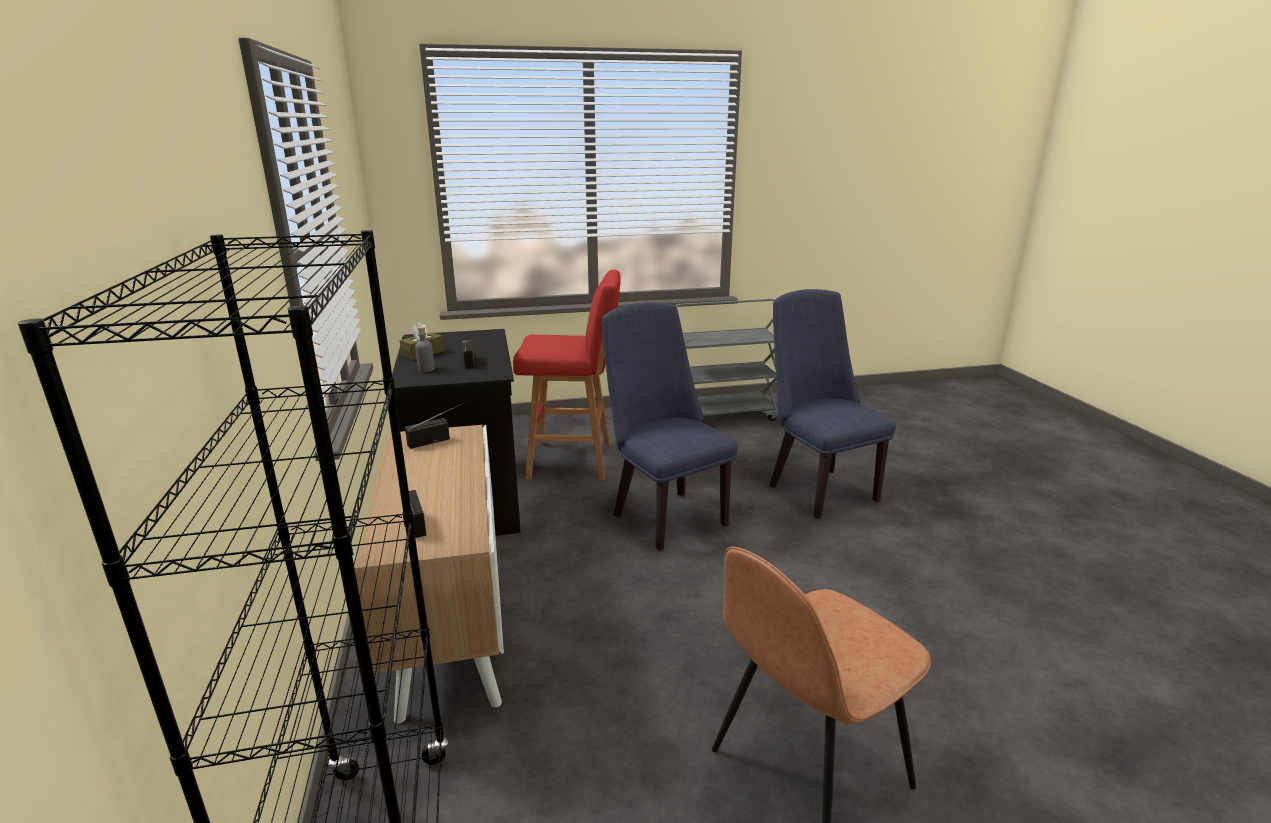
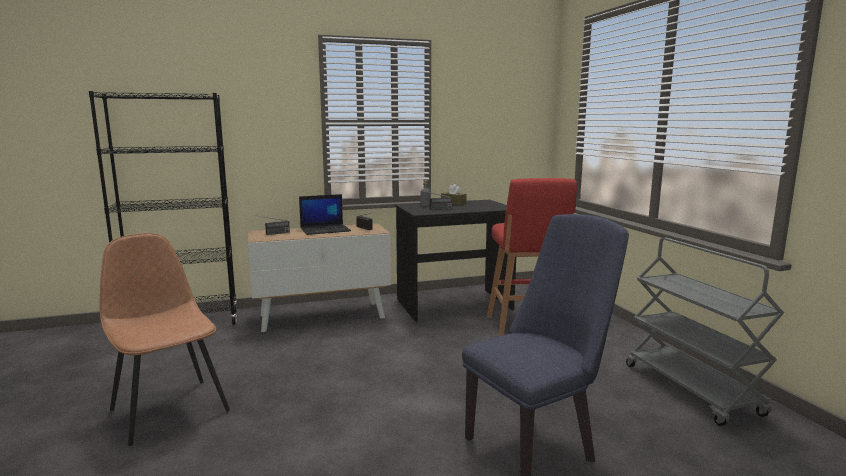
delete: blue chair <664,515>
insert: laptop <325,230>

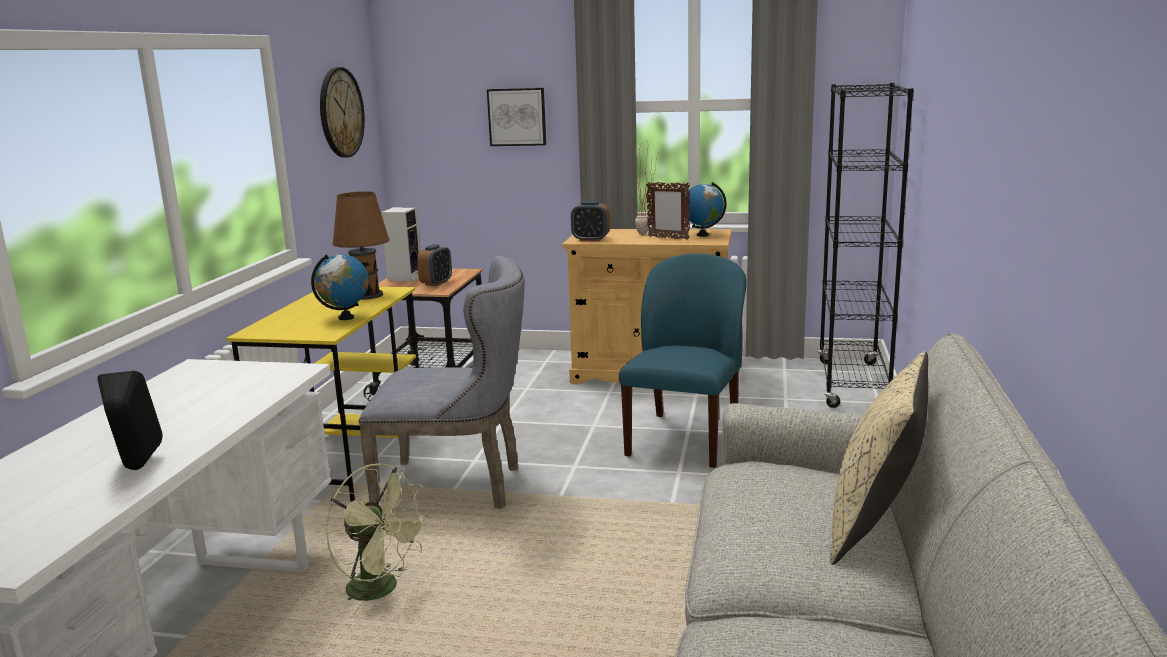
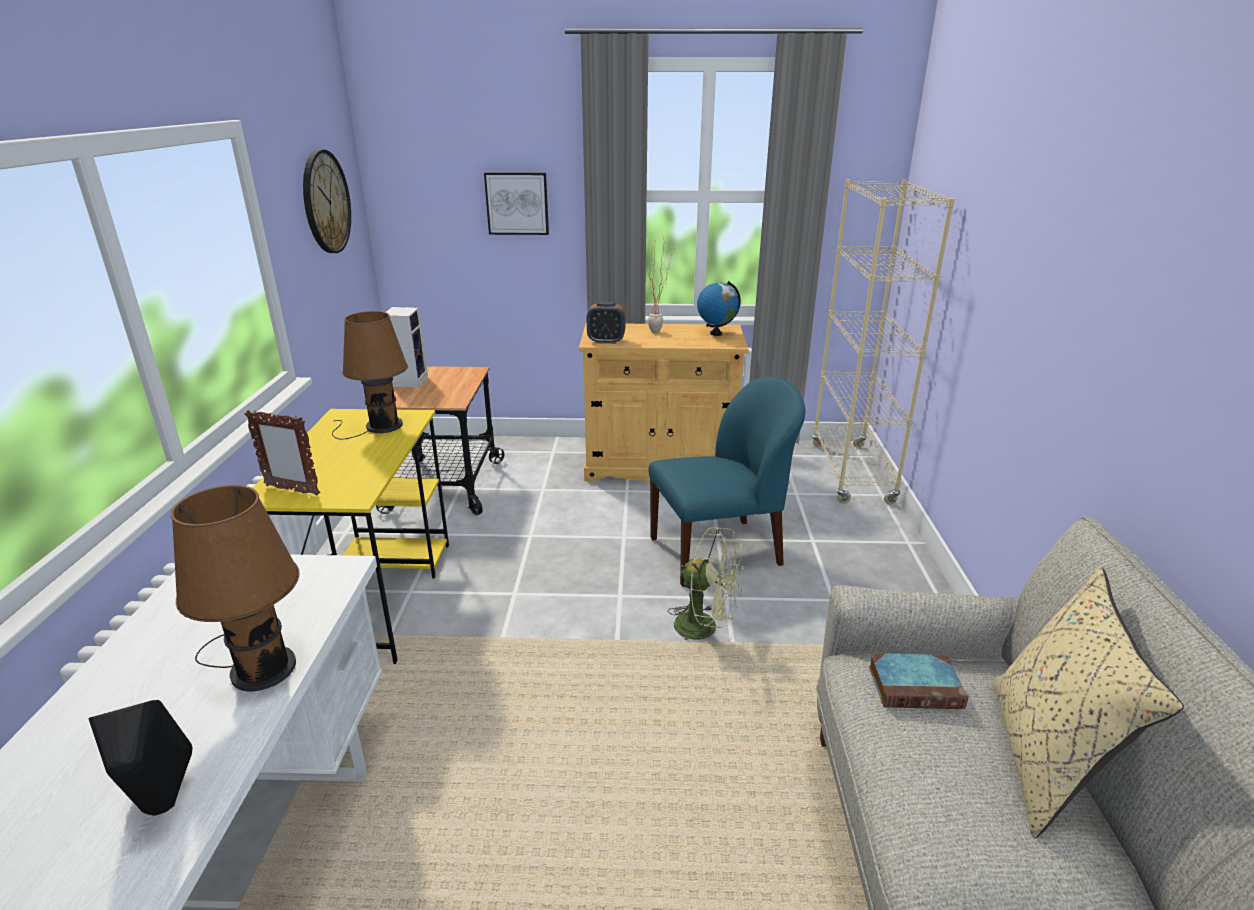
delete: globe <346,318>; grey chair <459,487>; alarm clock <436,283>
insert: brown table lamp <259,666>; book <916,686>
move: green fan <382,590> to <705,628>; picture frame <668,238> to <292,490>
recolor: black bookcase <852,385> to beige bookcase <851,473>
rotate: blue chair <685,439> = <718,551> 60 degrees clockwise

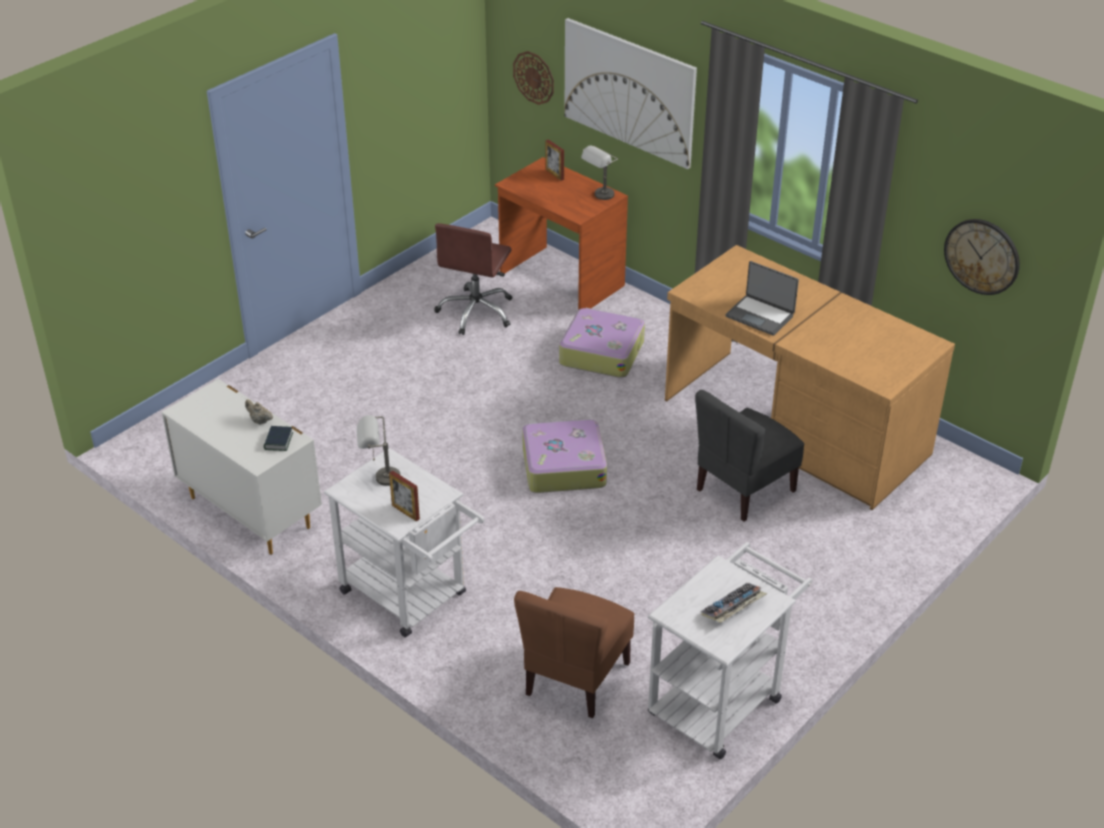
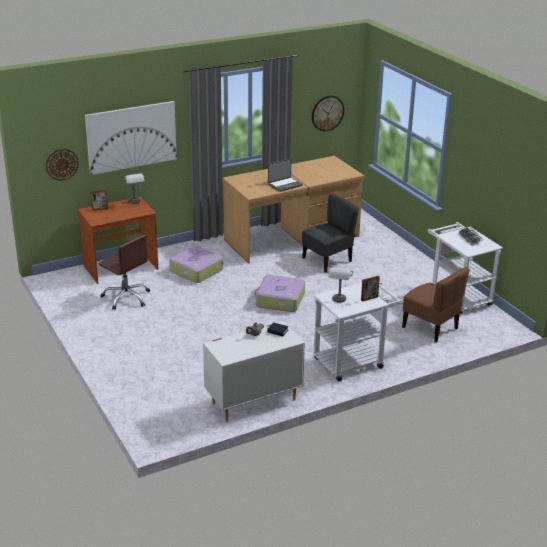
rotate: grey chair <744,490> = <327,260> 105 degrees counterclockwise

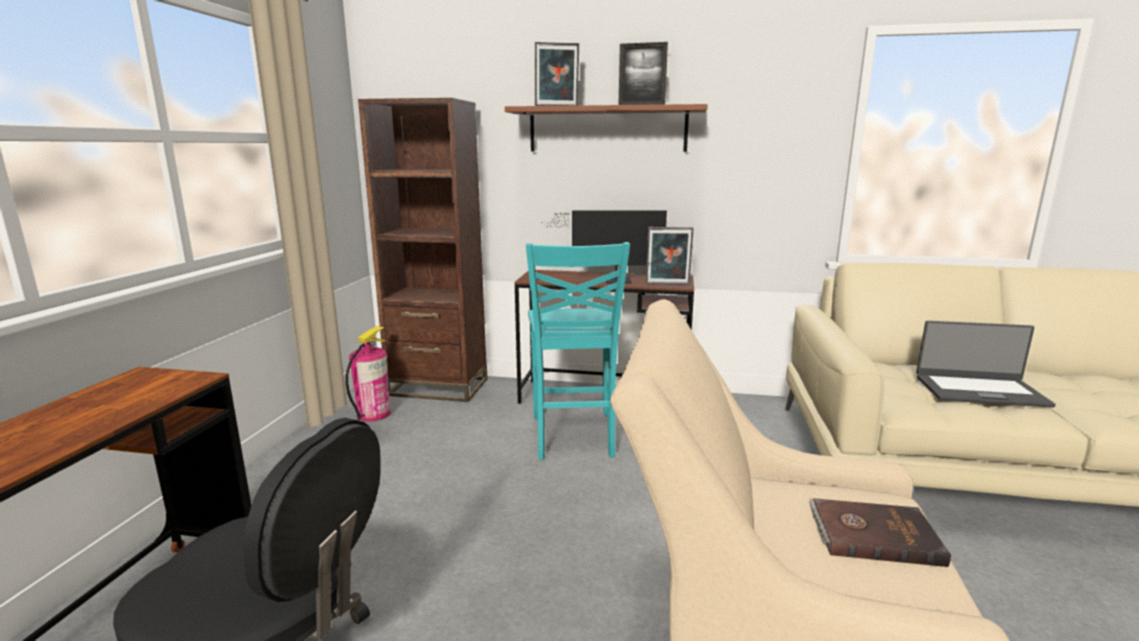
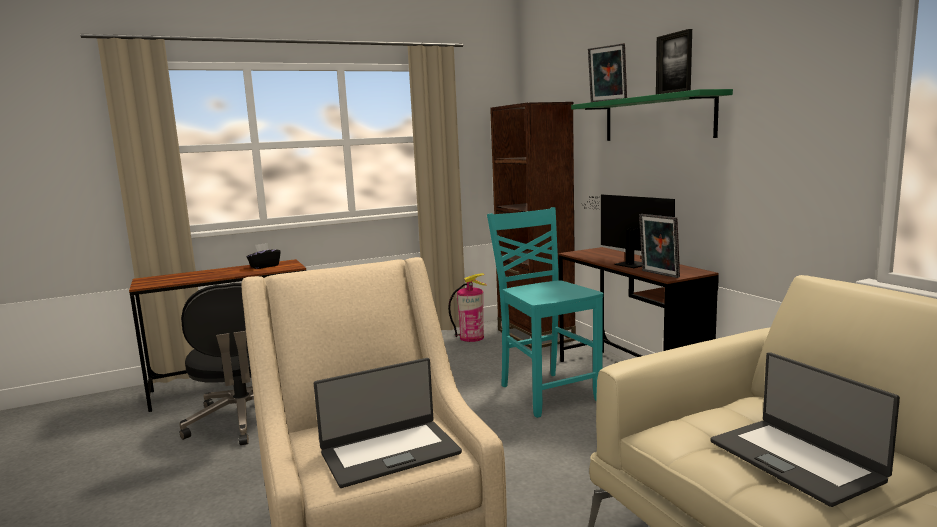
insert: black tissue box <264,266>
replace: brown book <872,534> to laptop <389,452>
recolor: brown shelf <607,129> to green shelf <657,118>
rotate: turquoise chair <573,436> = <547,393> 105 degrees clockwise

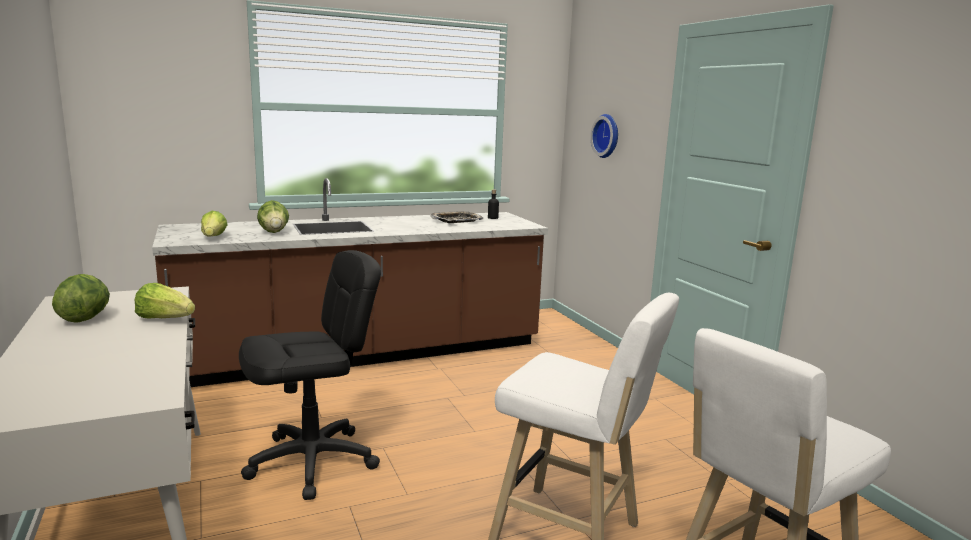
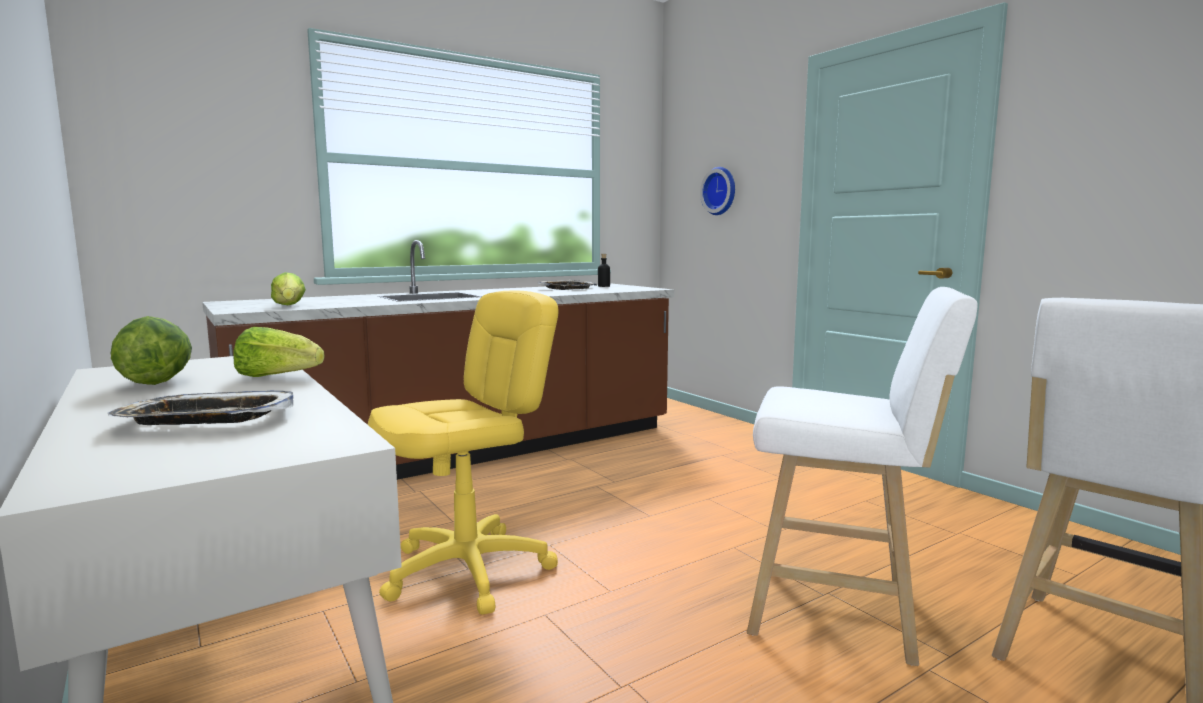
delete: lettuce <274,232>
insert: tray <207,419>
recolor: black office chair <313,462> to yellow office chair <468,570>

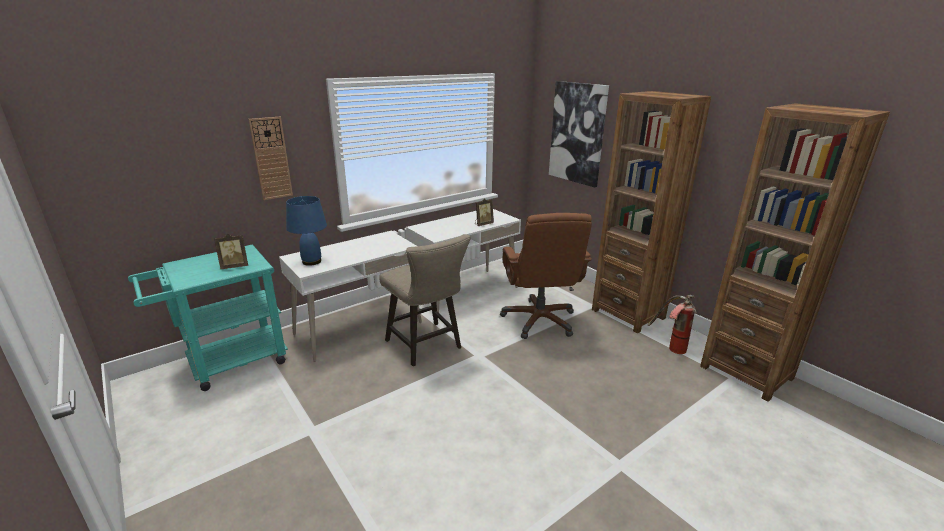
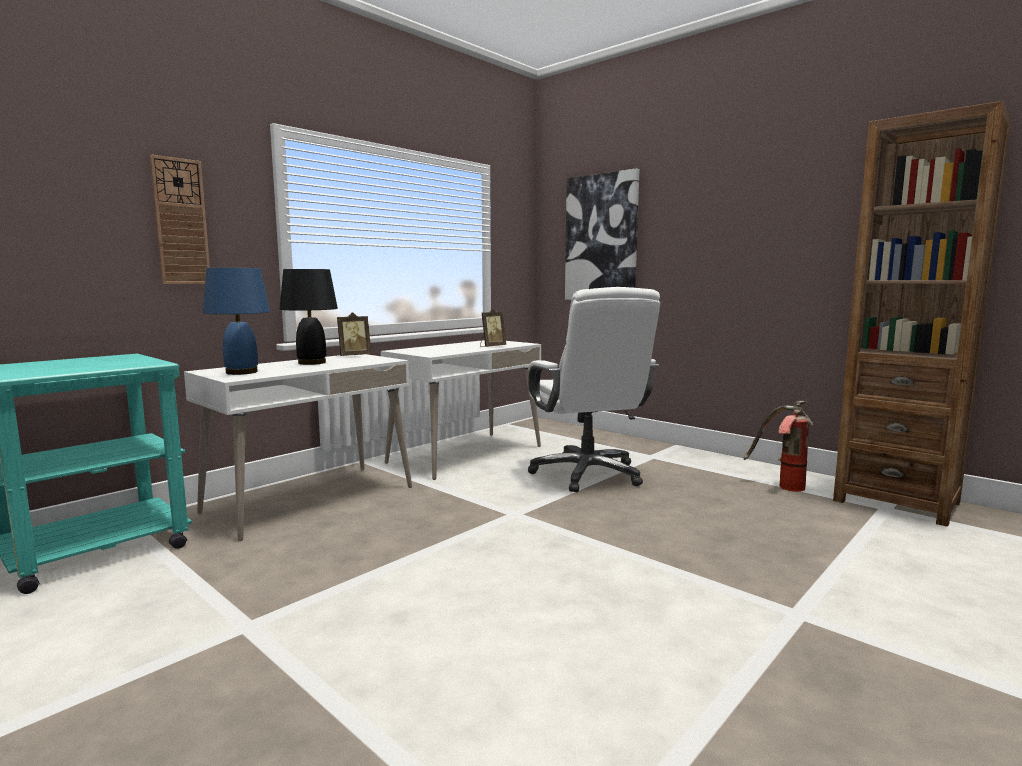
delete: beige stool <427,346>; brown bookcase <628,314>
insert: black table lamp <311,363>
move: picture frame <235,266> to <354,356>
recolor: brown office chair <539,320> to white office chair <587,474>

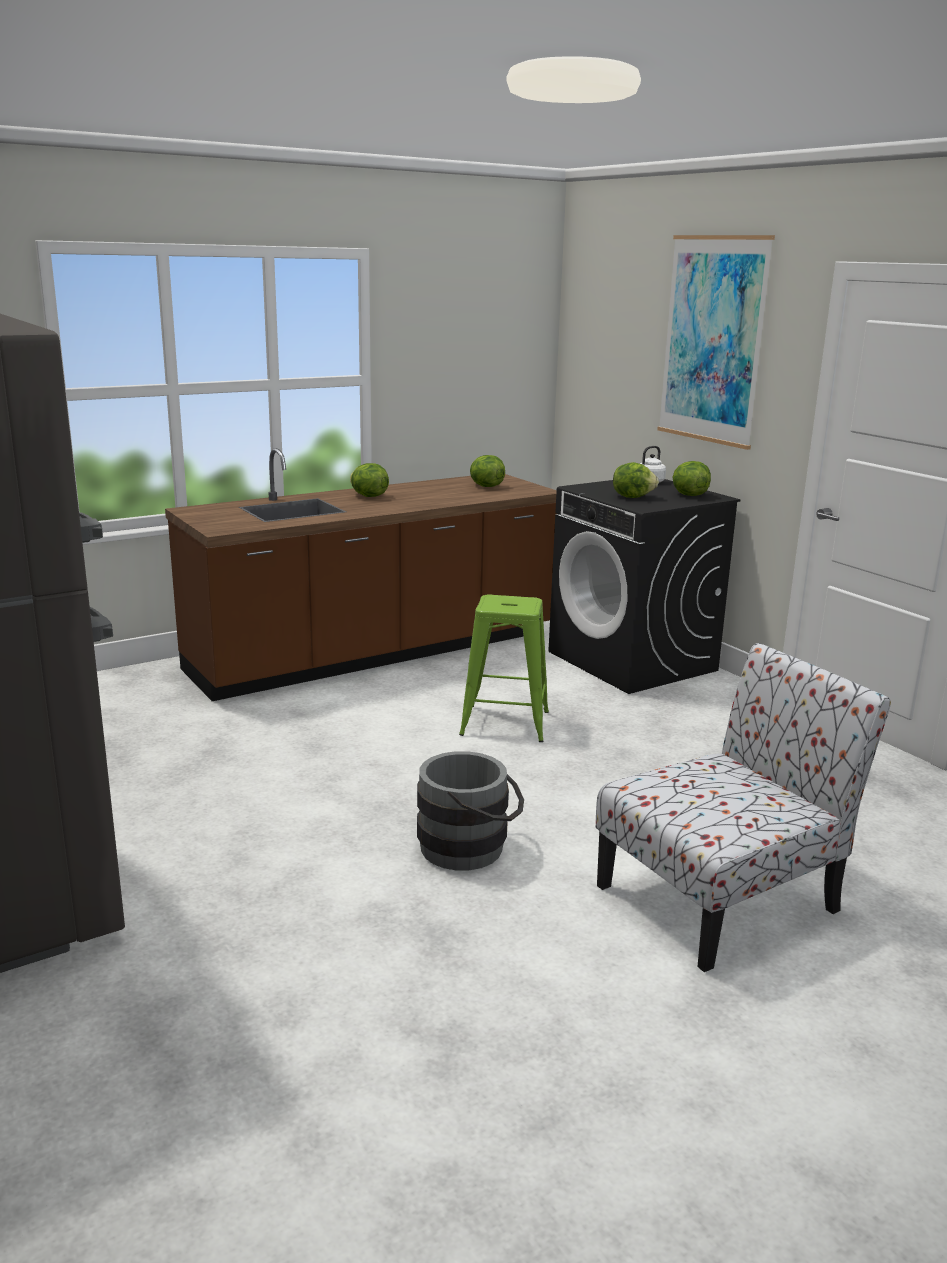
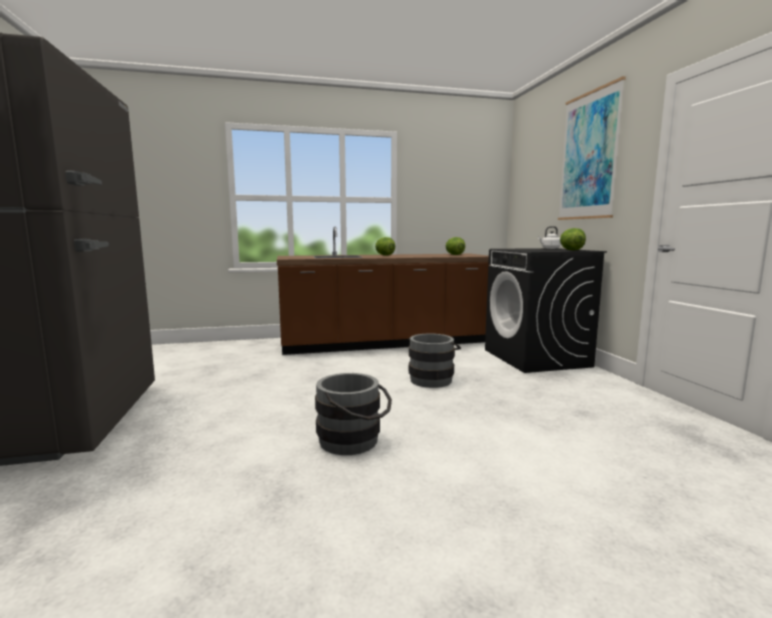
delete: chair <722,897>; lettuce <632,497>
replace: green stool <504,723> to grey bucket <432,379>

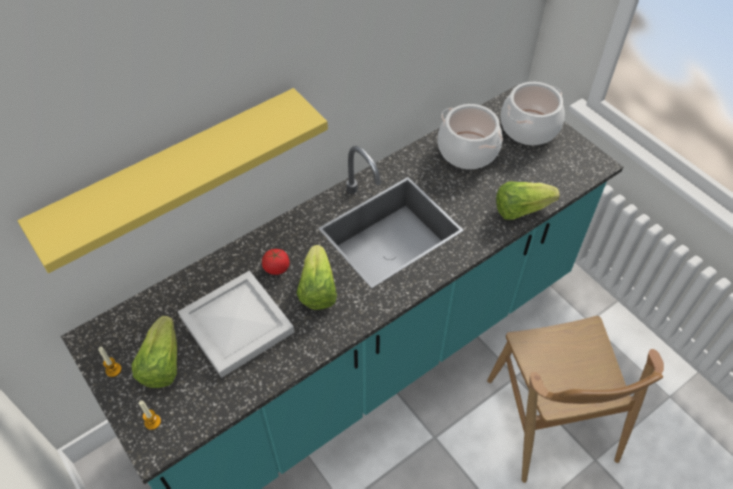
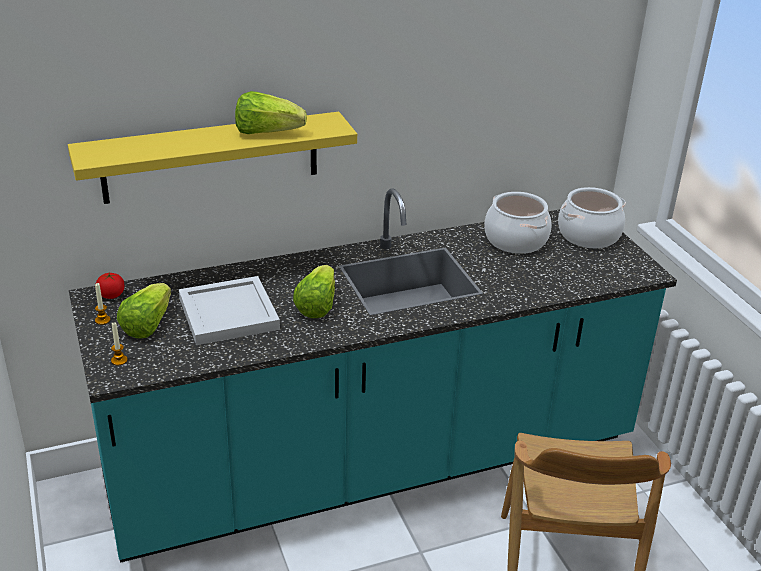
move: tomato <276,268> to <111,295>; lettuce <520,209> to <267,132>

